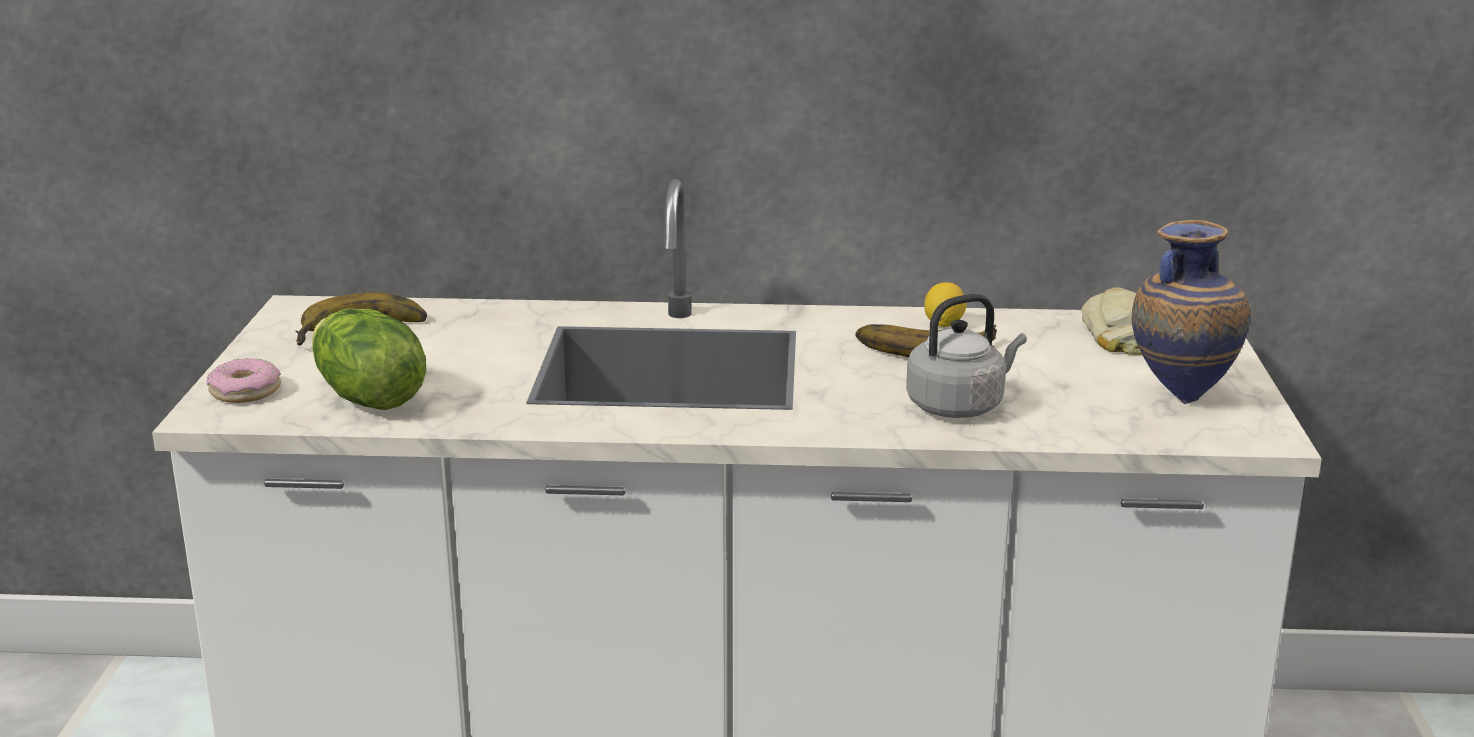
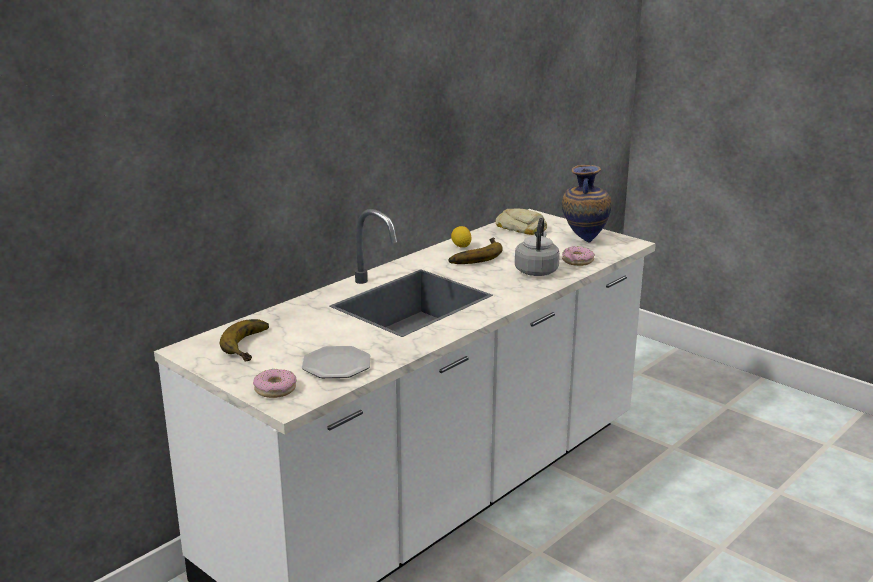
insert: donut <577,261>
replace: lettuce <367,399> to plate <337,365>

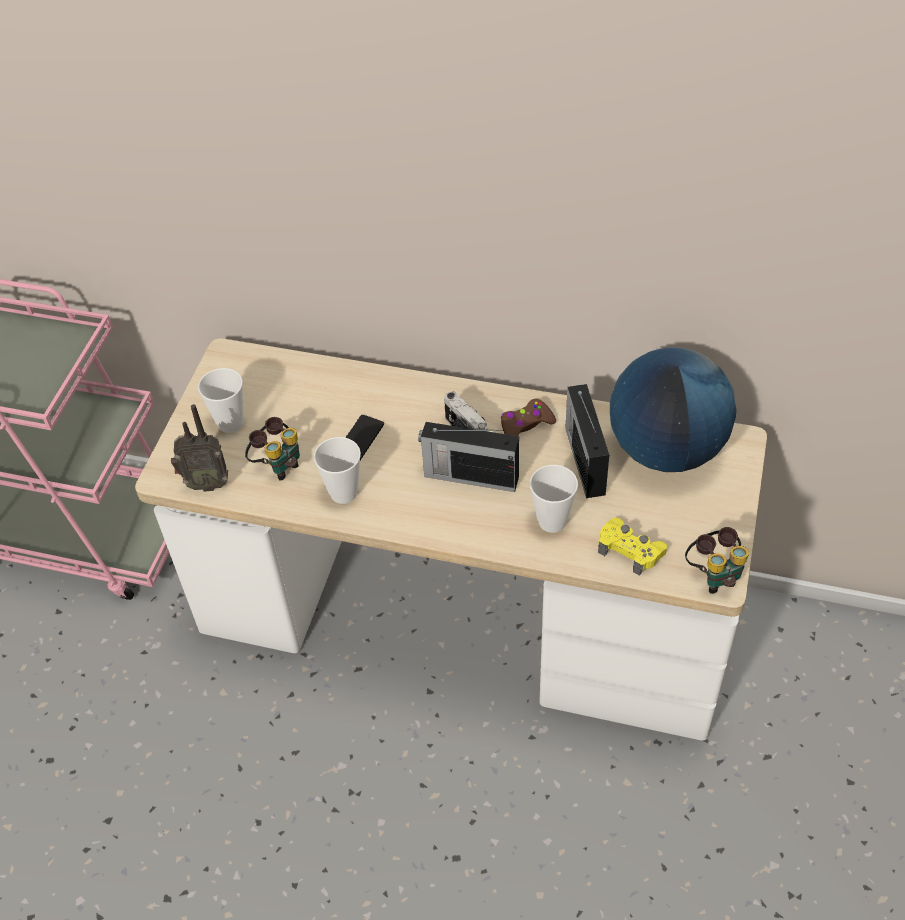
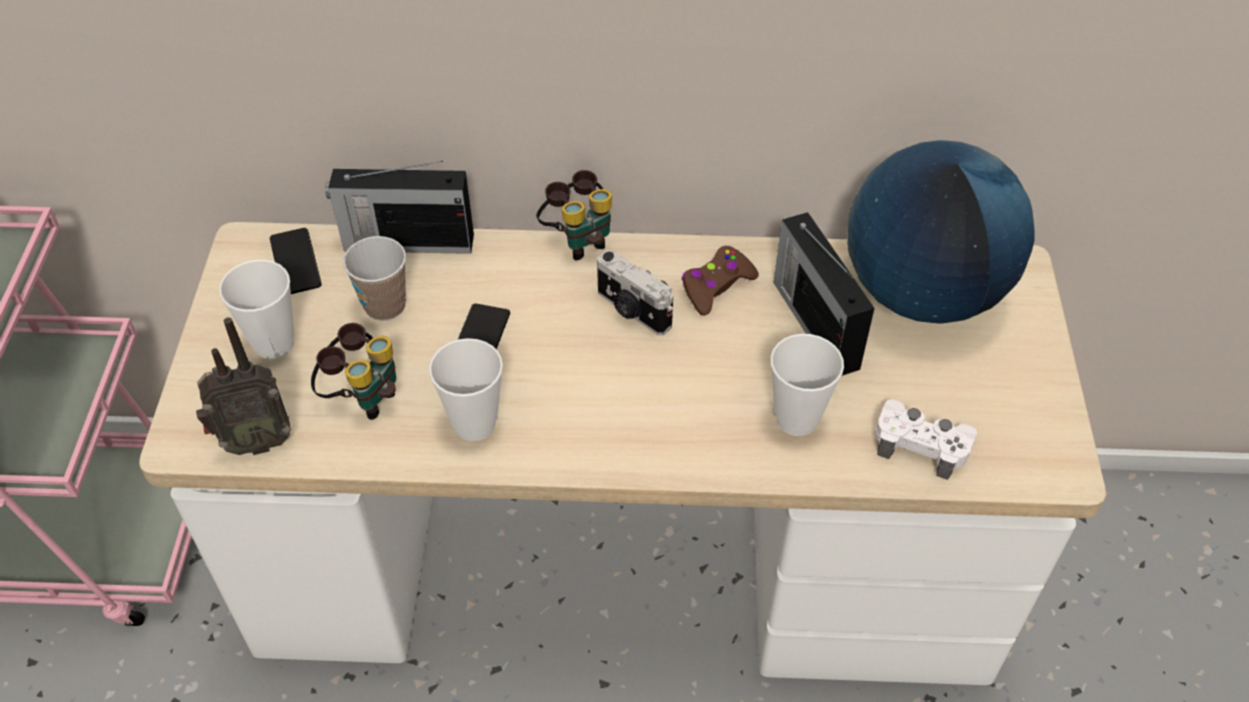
insert: phone <295,262>; cup <385,306>
move: radio <469,476> to <406,242>; binoculars <714,575> to <578,239>
recolor: yellow game controller <630,550> to white game controller <921,444>

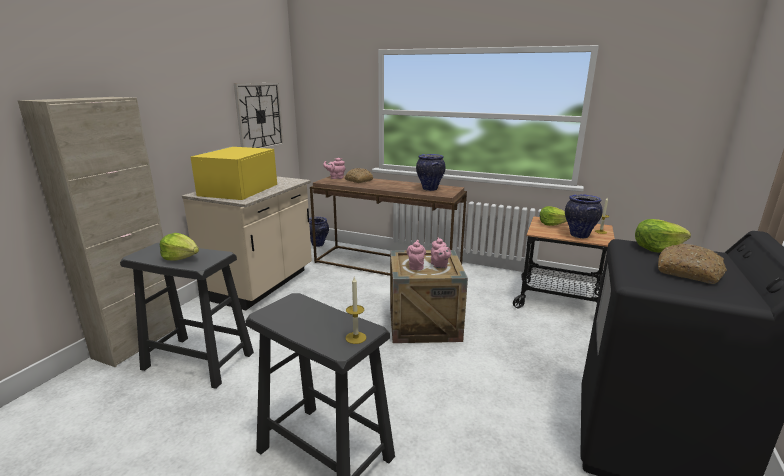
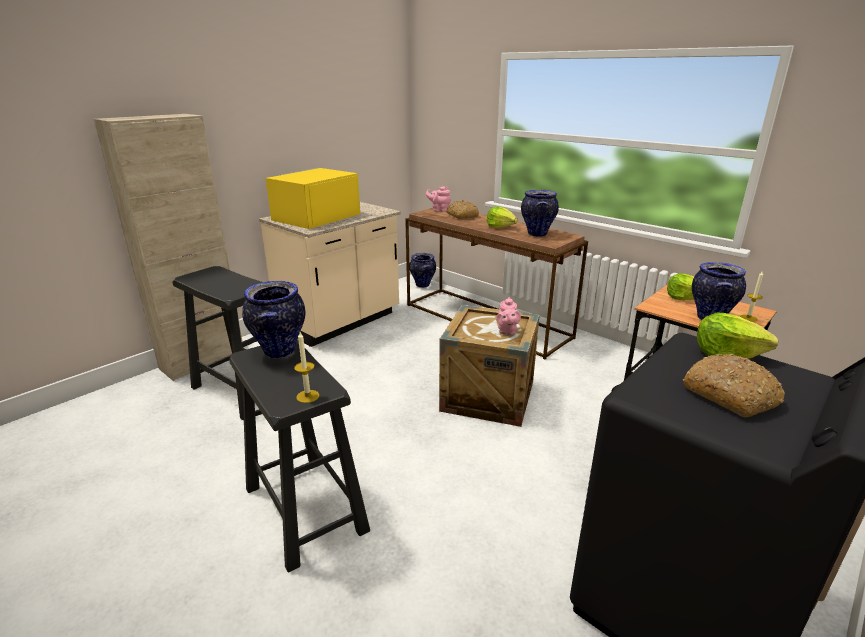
delete: wall clock <259,116>; pink teapot <416,266>
insert: vase <280,352>
move: lettuce <181,257> to <500,227>

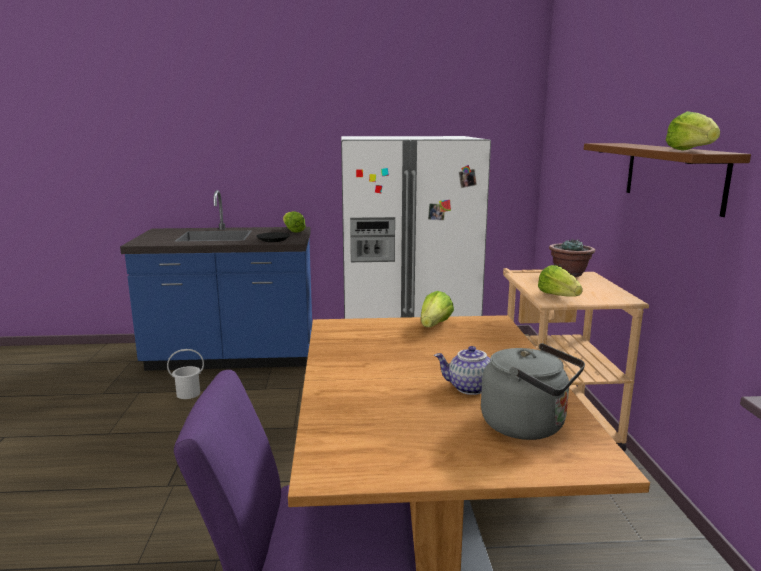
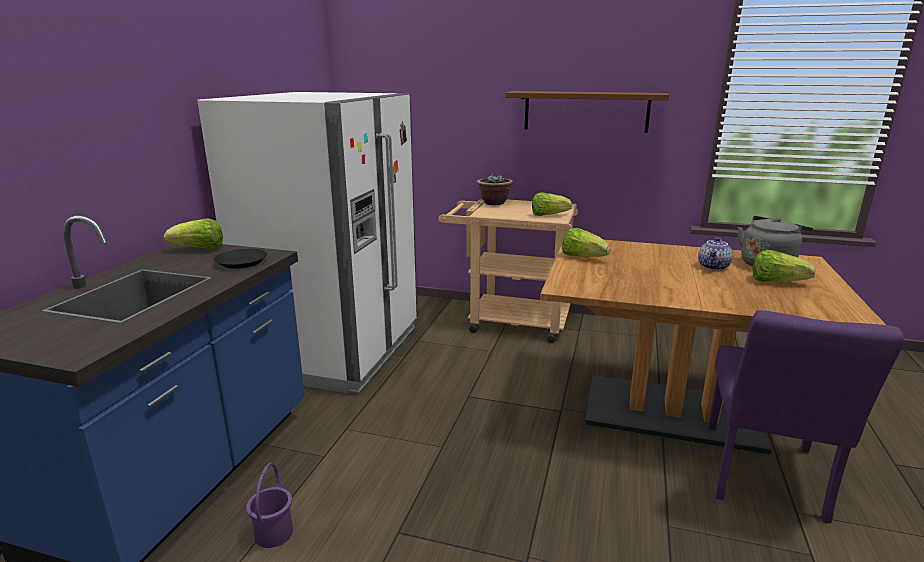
move: lettuce <691,151> to <776,282>
recolor: white bucket <188,393> to purple bucket <273,533>

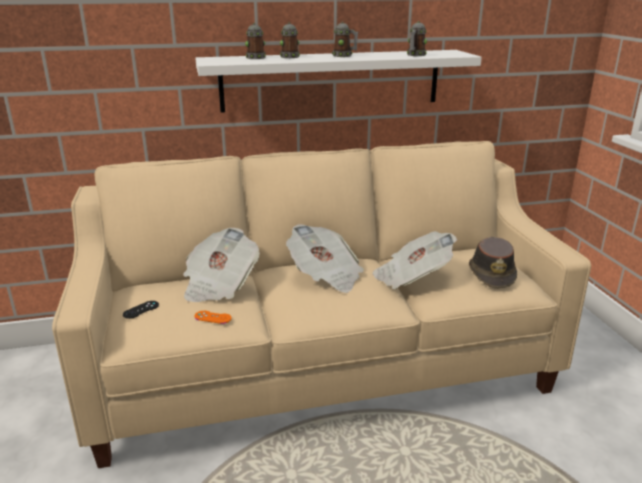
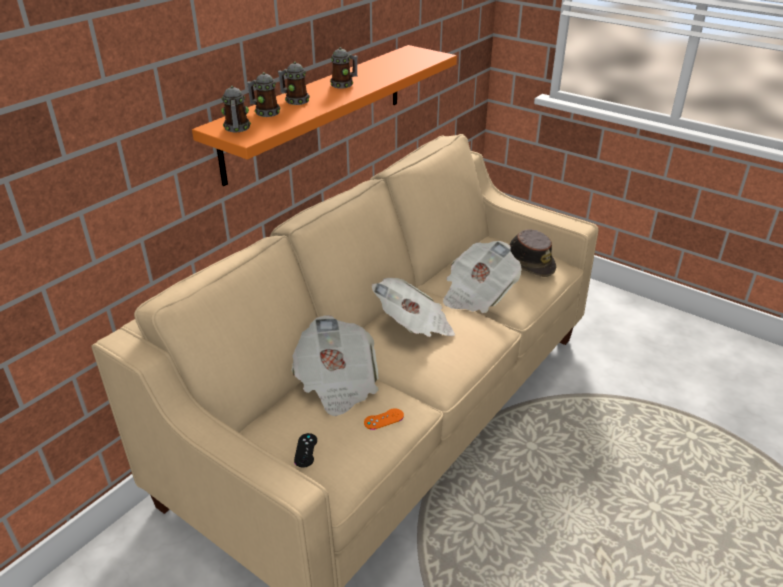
move: mug <415,55> to <237,129>
recolor: white shelf <331,80> to orange shelf <317,110>

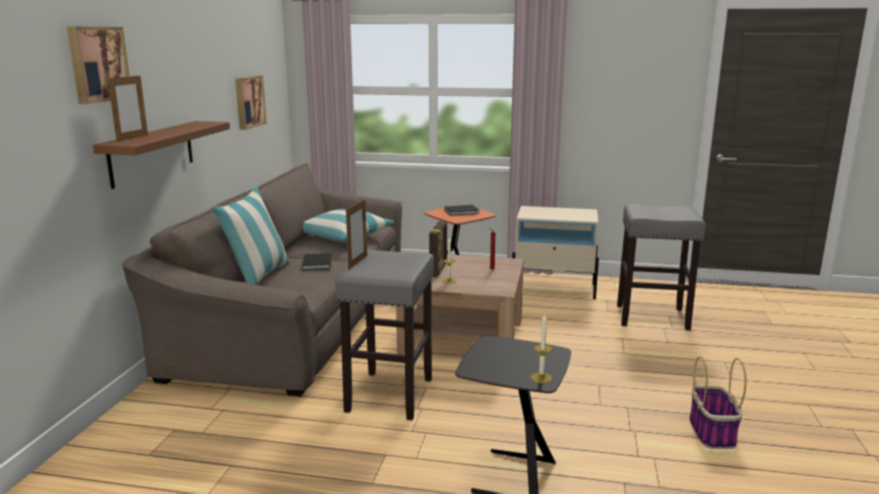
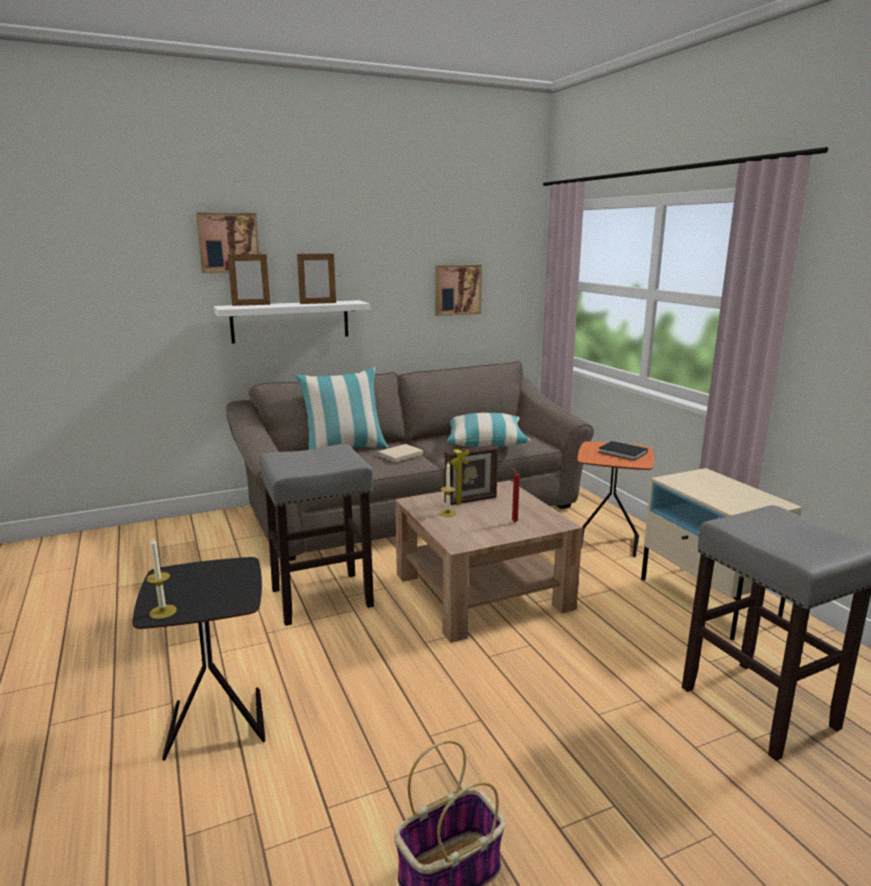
move: picture frame <357,262> to <318,303>
recolor: brown shelf <152,153> to white shelf <290,321>; black book <316,263> to beige book <399,455>

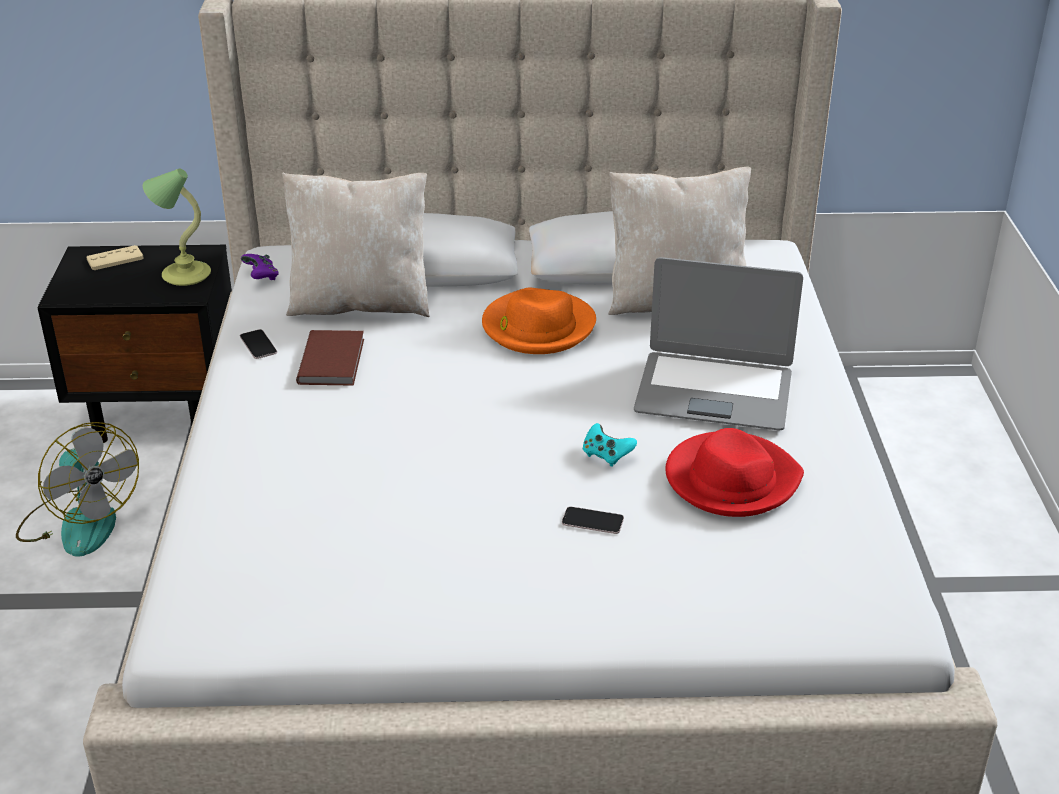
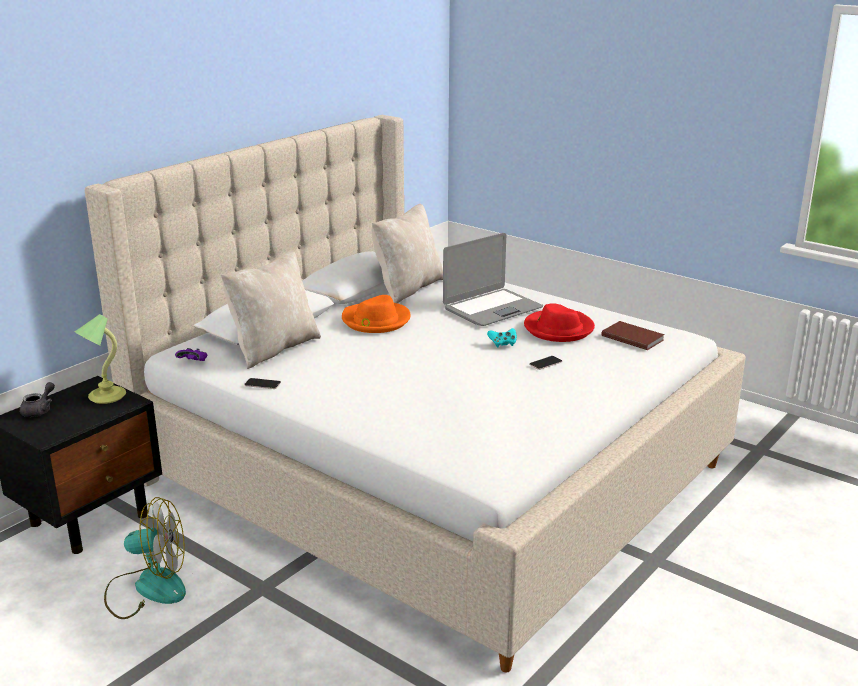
move: brown book <333,360> to <632,337>
replace: beige game controller <115,259> to grey teapot <39,410>

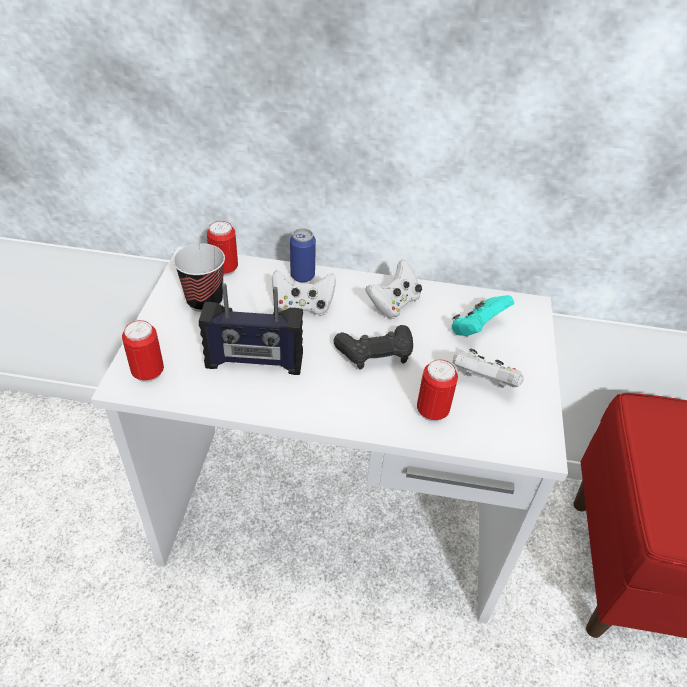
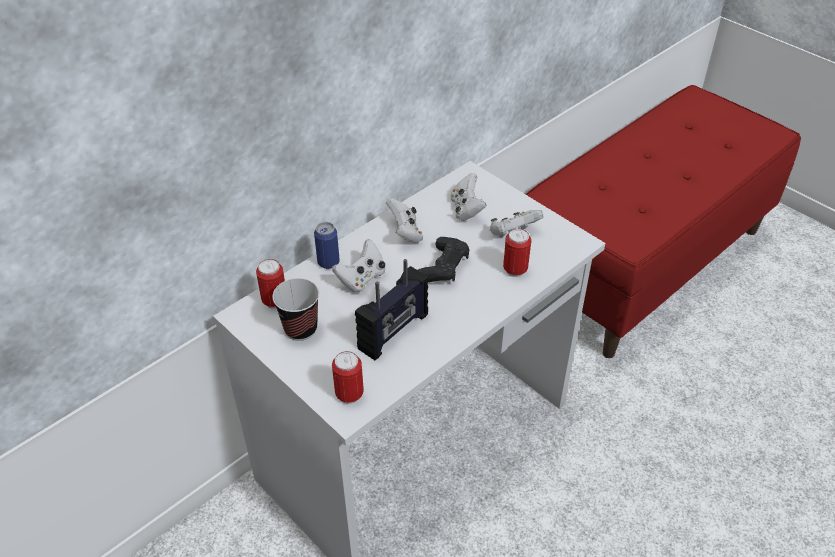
recolor: turquoise game controller <476,329> to white game controller <466,209>

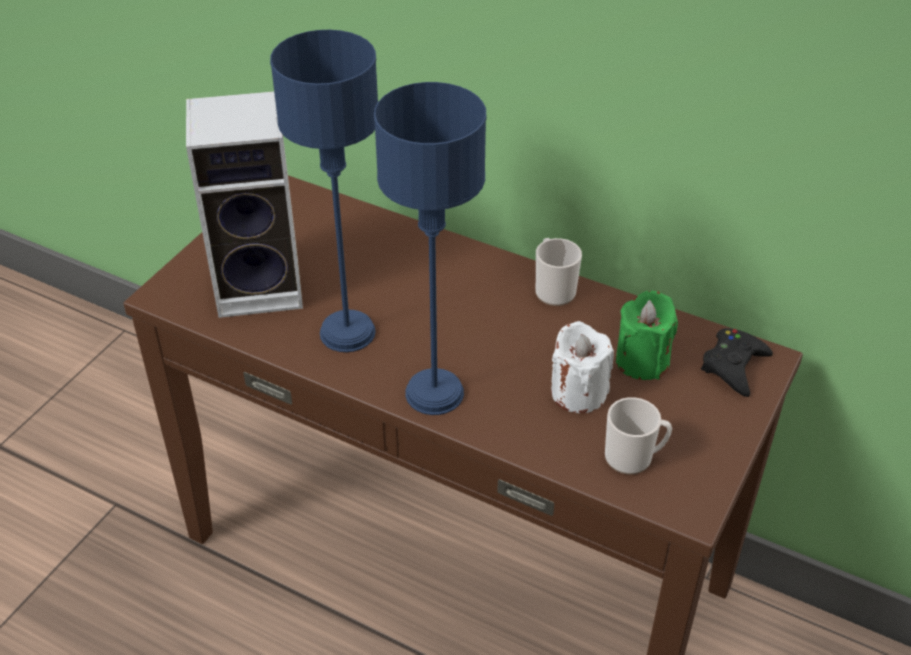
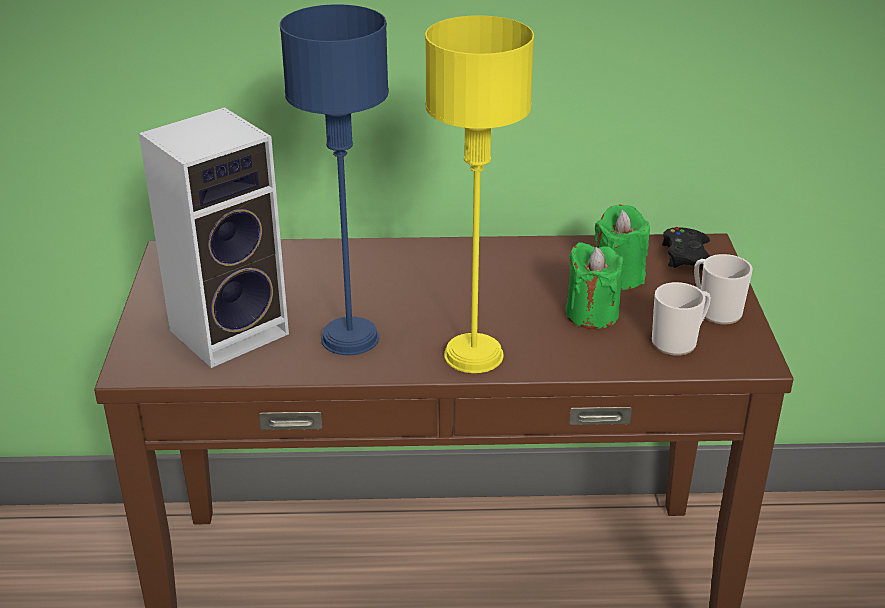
move: mug <553,289> to <715,310>
recolor: blue table lamp <434,394> to yellow table lamp <474,355>; white candle <578,393> to green candle <591,314>

